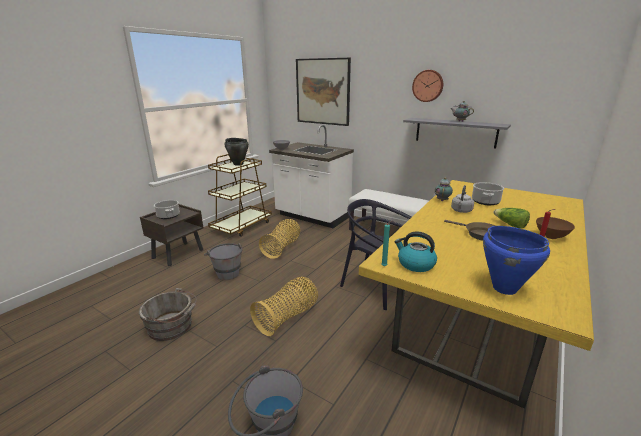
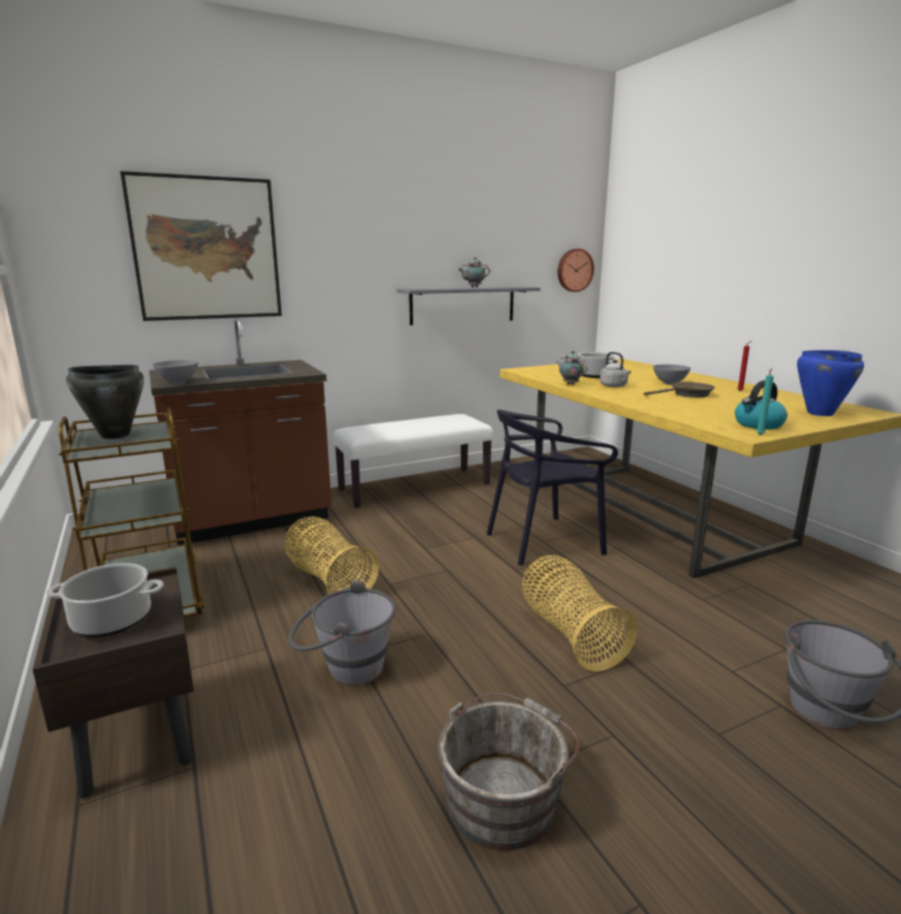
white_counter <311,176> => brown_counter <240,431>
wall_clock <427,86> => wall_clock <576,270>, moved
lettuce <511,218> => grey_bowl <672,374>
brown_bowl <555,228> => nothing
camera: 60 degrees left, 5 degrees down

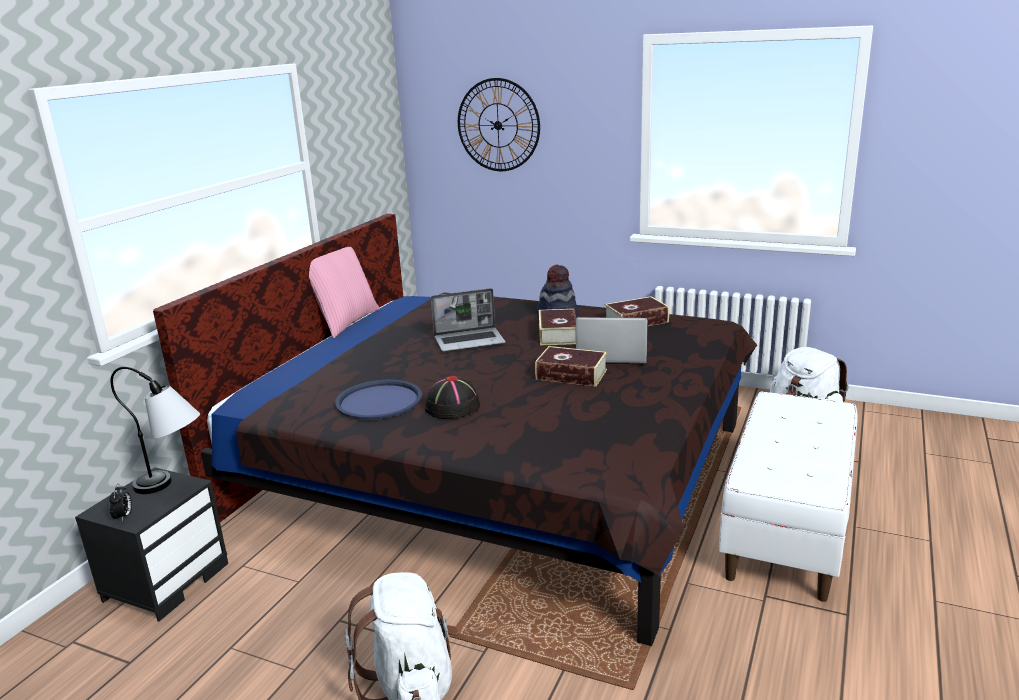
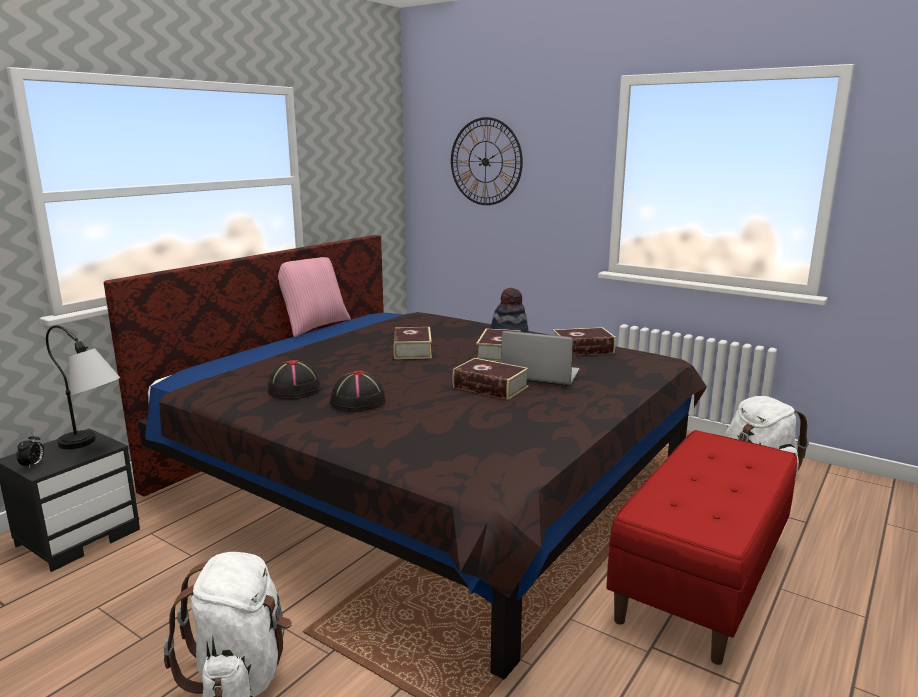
blue_tray <378,400> => black_hat <294,379>
laptop <468,320> => book <412,343>
white_bench <788,496> => red_bench <701,547>
camera: 10 degrees right, 5 degrees down

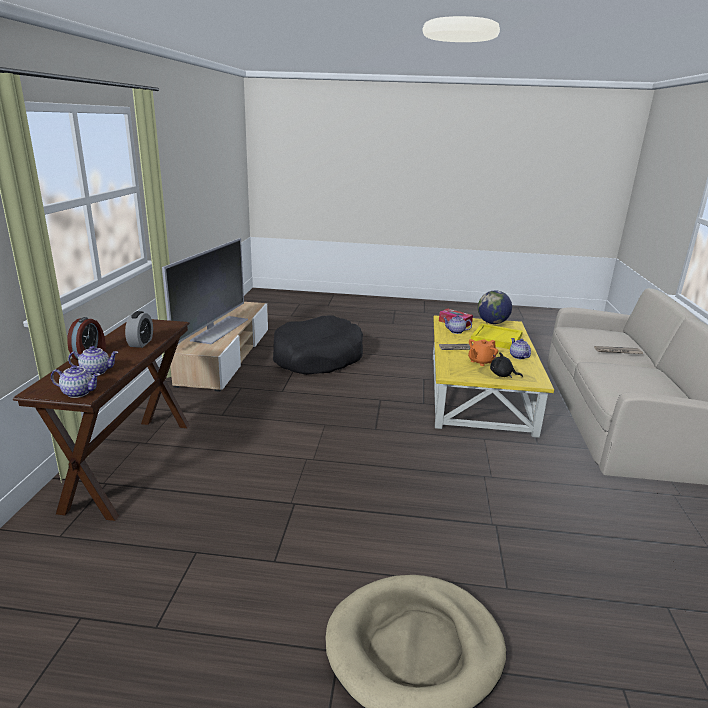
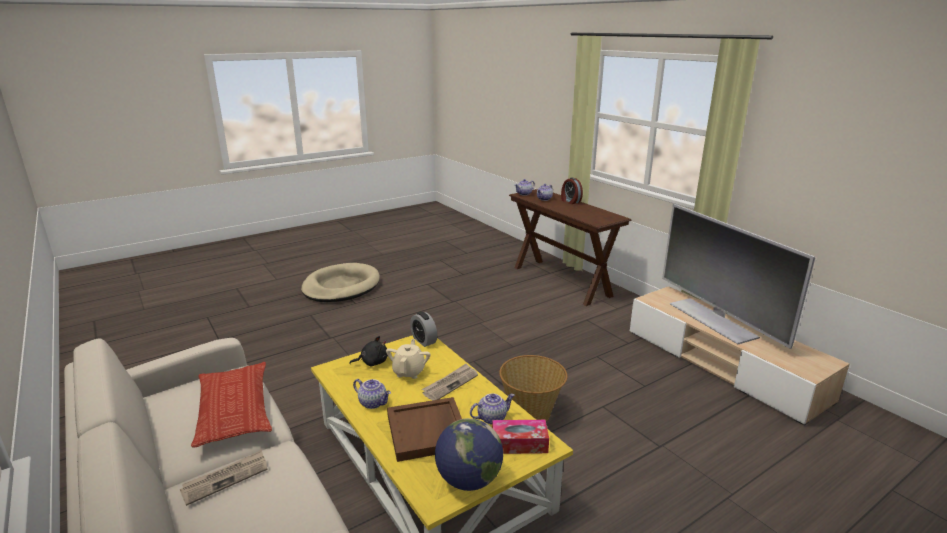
alarm_clock <139,329> => alarm_clock <423,329>, moved
black_dog_bed <318,345> => nothing
orange_teapot <483,352> => beige_teapot <408,359>
yellow_tray <497,336> => brown_tray <424,429>
nothing => pillow <231,404>
nothing => basket <533,388>
camera: 140 degrees right, 0 degrees up

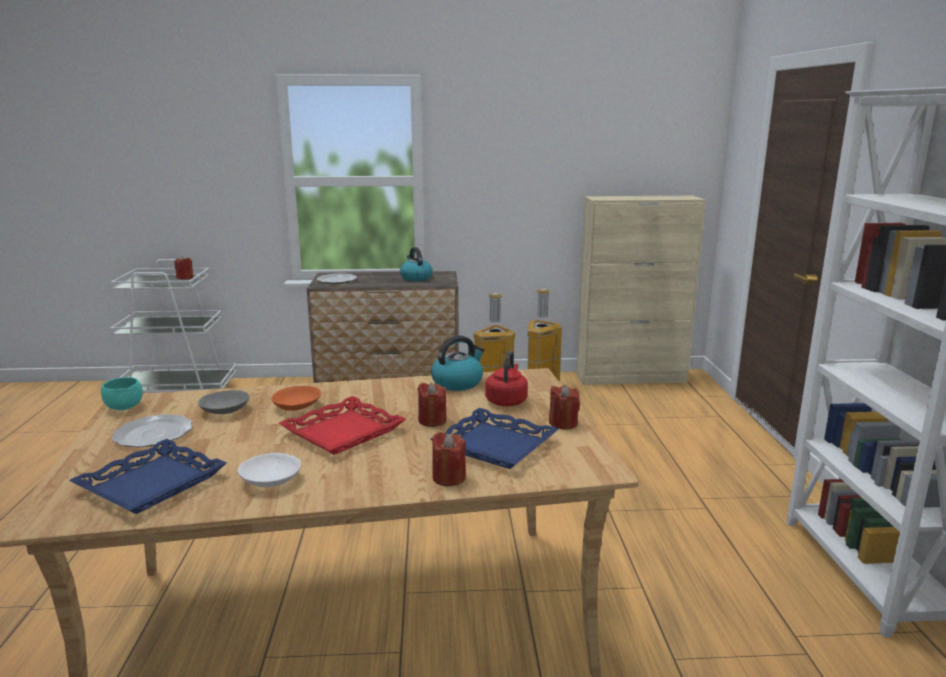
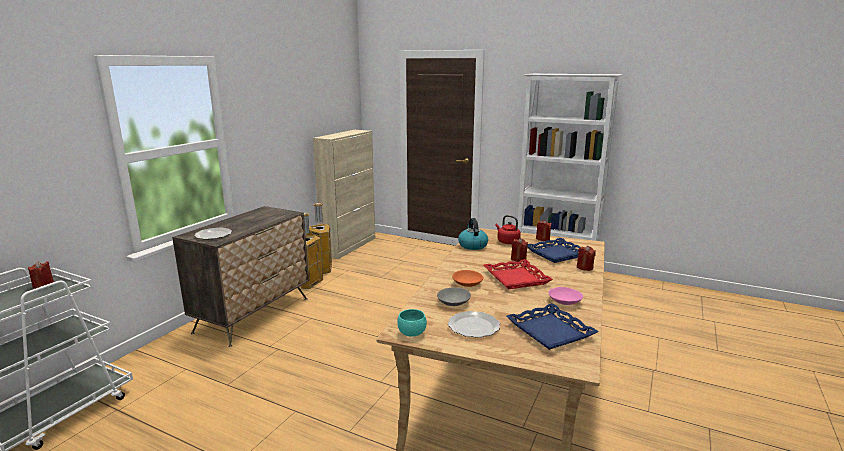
white_bowl <269,470> => pink_bowl <565,296>
kettle <416,264> => nothing
camera: 60 degrees left, 0 degrees up

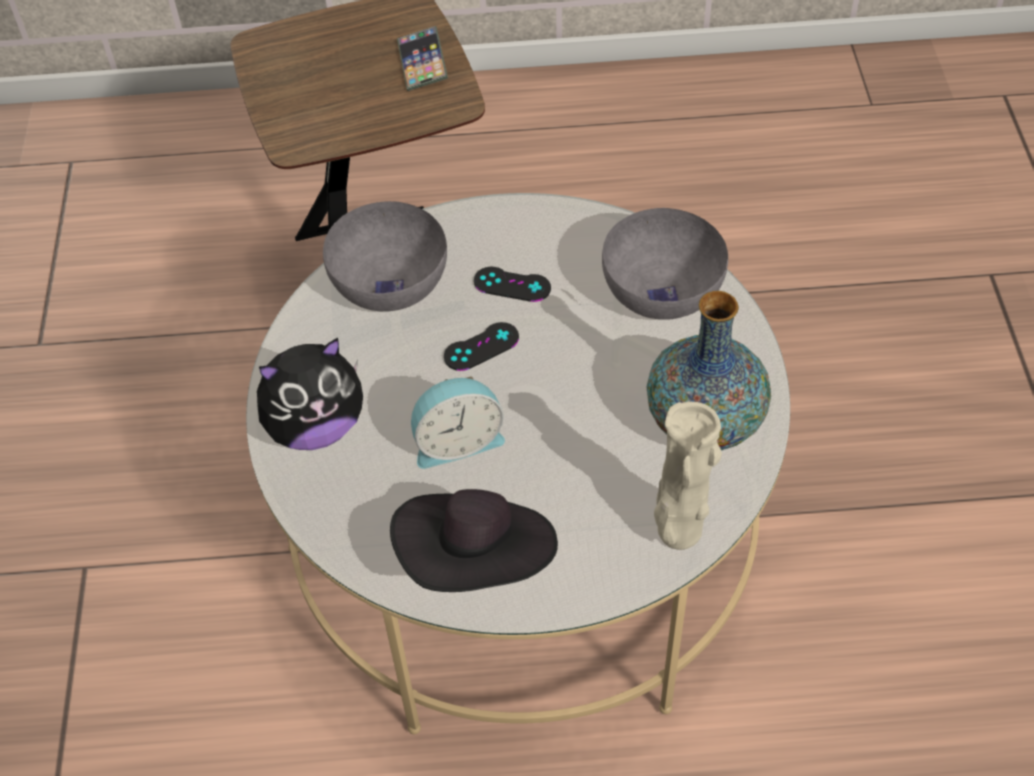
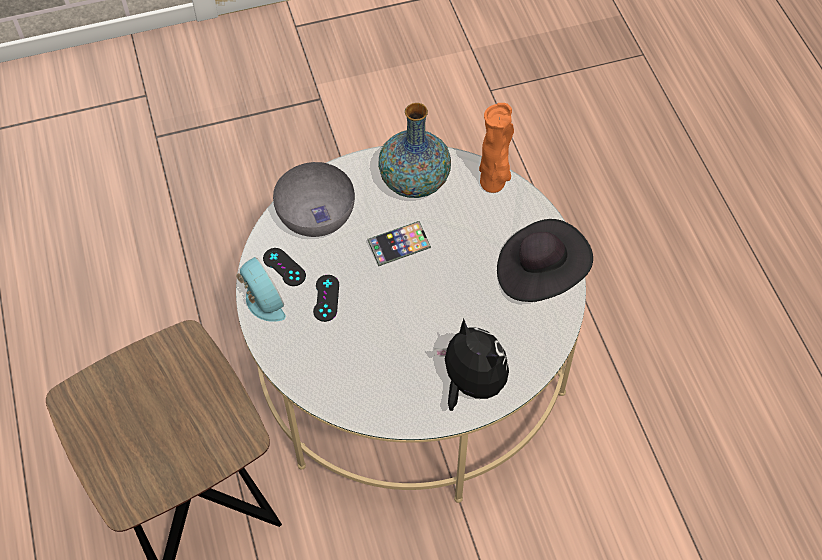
grey_bowl <385,256> => nothing
phone <422,58> => phone <399,243>, moved
alarm_clock <458,422> => alarm_clock <261,289>, moved
black_game_controller <481,346> => black_game_controller <284,267>, moved
beige_vase <688,476> => orange_vase <496,148>
camera: 105 degrees left, 5 degrees up

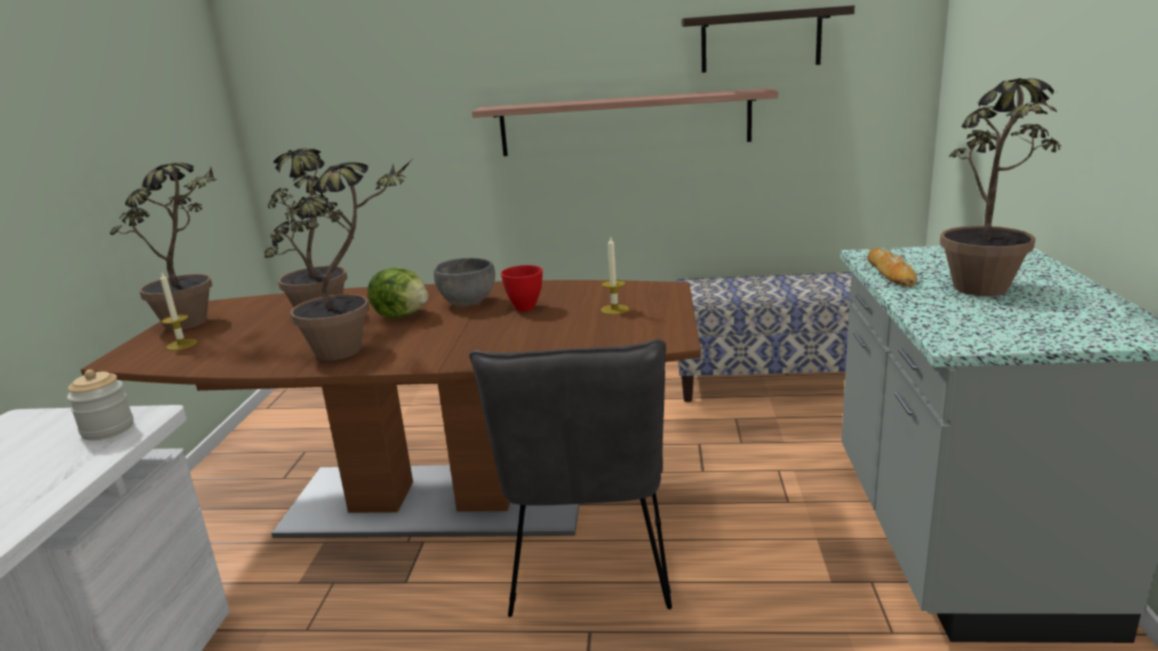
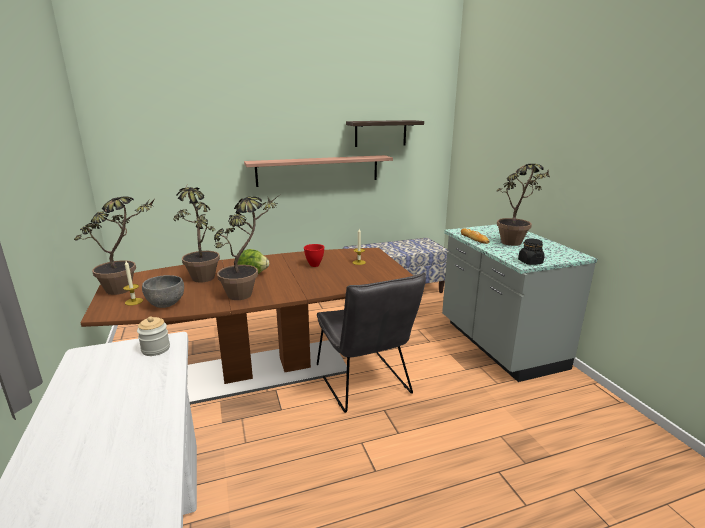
grey_bowl <464,282> => grey_bowl <163,291>, moved
nothing => black_jar <531,252>
camera: 25 degrees left, 0 degrees up

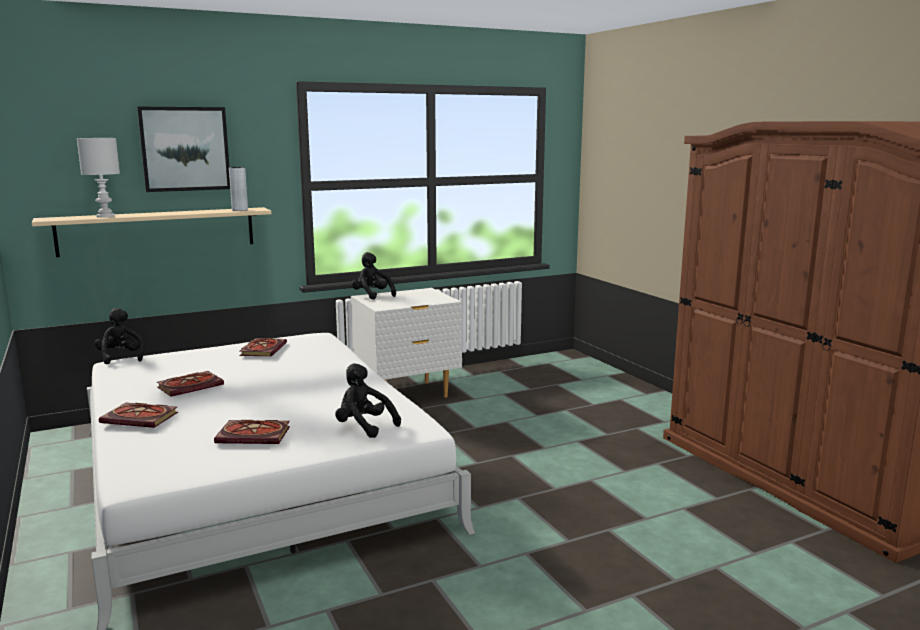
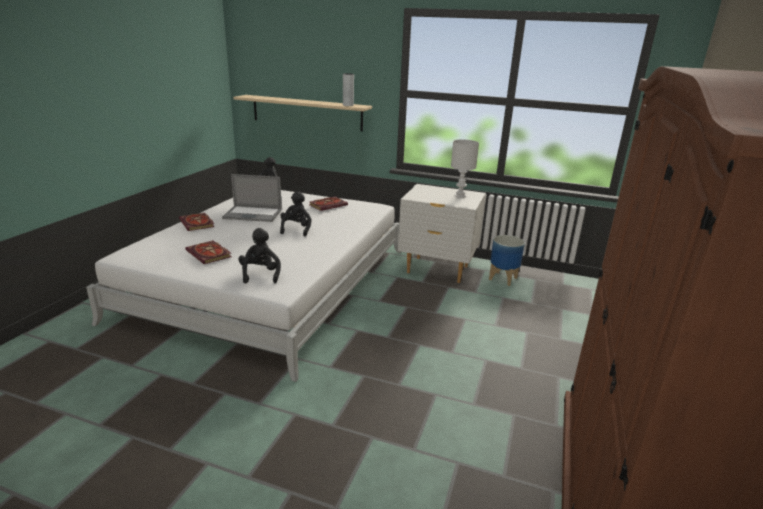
white_table_lamp <98,178> => white_table_lamp <465,168>, moved
picture <183,149> => nothing
book <190,384> => laptop <252,198>
black_plush_toy <374,276> => black_plush_toy <296,213>, moved
nothing => planter <507,260>
camera: 45 degrees right, 10 degrees up

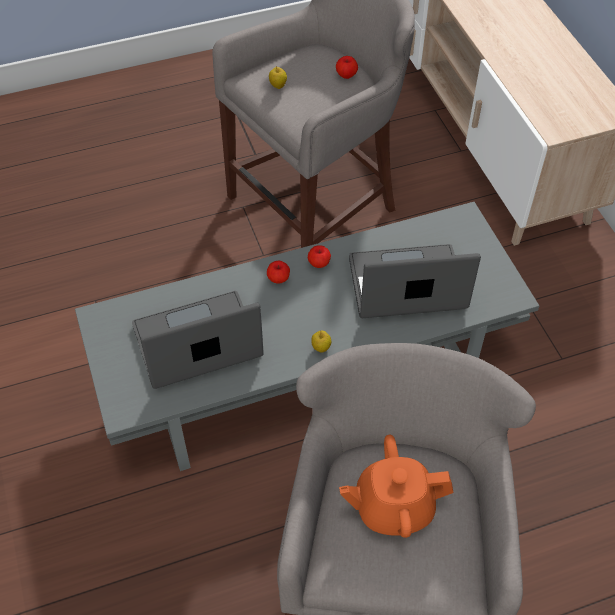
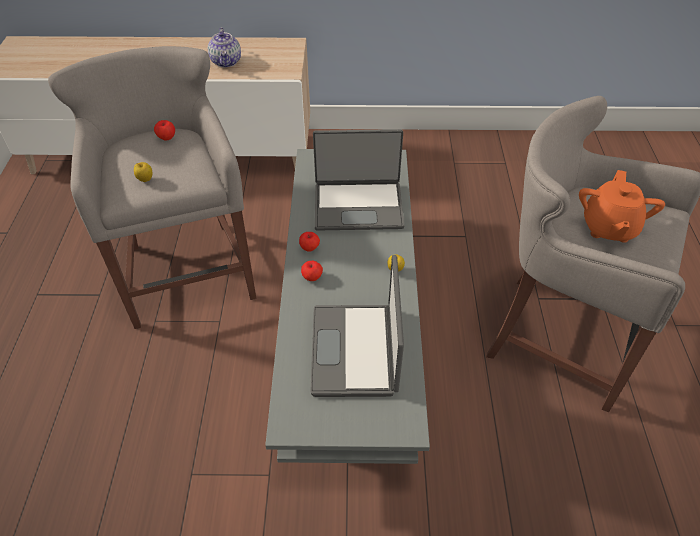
laptop <415,281> => laptop <358,180>, 105 degrees counterclockwise
nothing => teapot <224,47>
camera: 70 degrees left, 5 degrees down

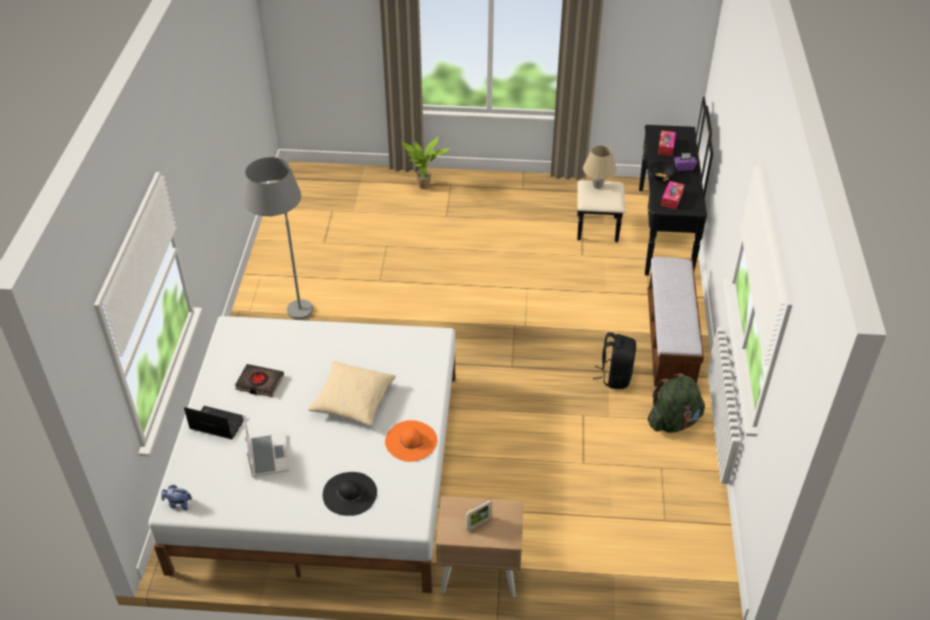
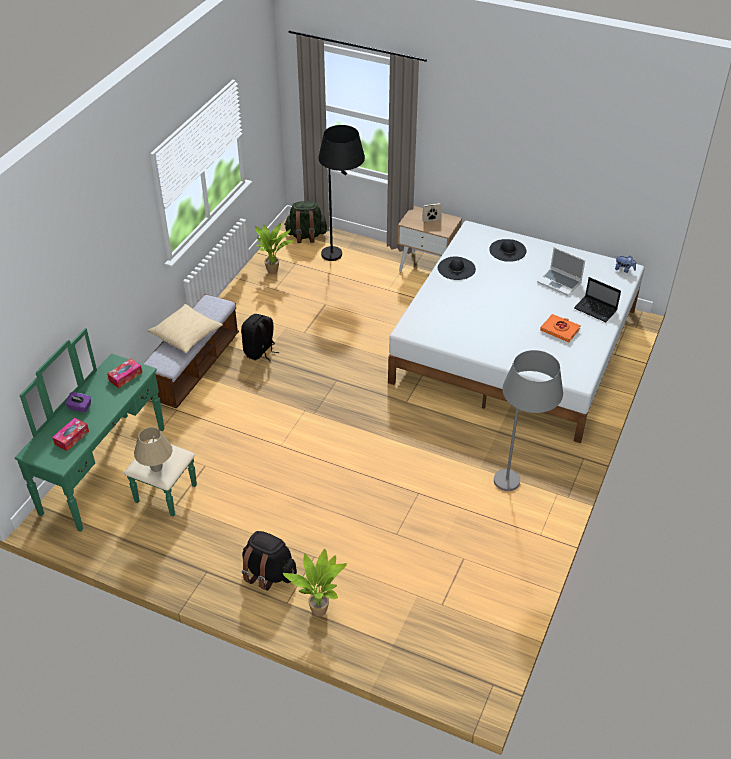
black_book <259,380> => orange_book <560,328>
laptop <266,446> => laptop <561,271>, 60 degrees counterclockwise
beige_pillow <352,393> => beige_pillow <185,328>, moved
orange_hat <411,441> => black_hat <457,268>
black_dresser <645,186> => green_dresser <106,430>
green_backpack <676,403> => green_backpack <305,222>, moved
black_bowl <662,171> => nothing
nothing => black_backpack <269,561>
nothing => potted_plant <274,248>
nothing => black_floor_lamp <341,193>
camera: 160 degrees left, 0 degrees up

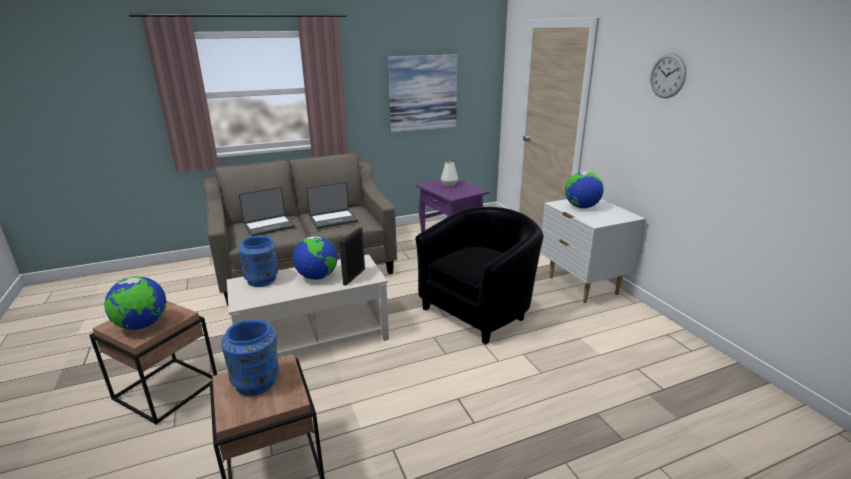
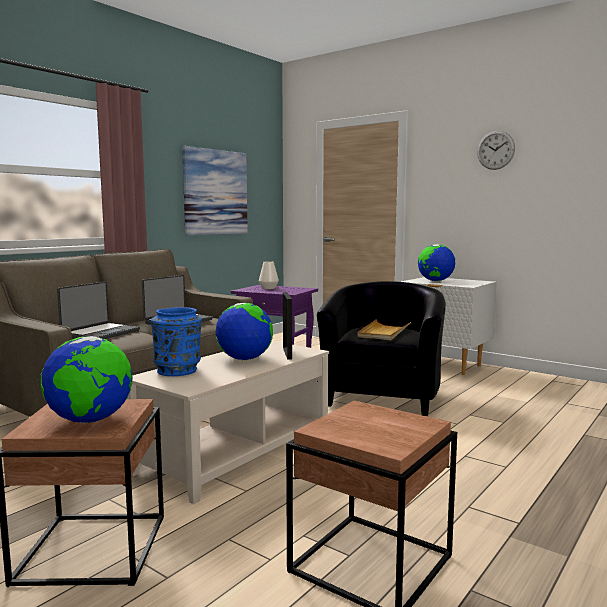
blue_vase <250,357> => nothing
nothing => beige_tray <384,330>
camera: 30 degrees left, 15 degrees down

